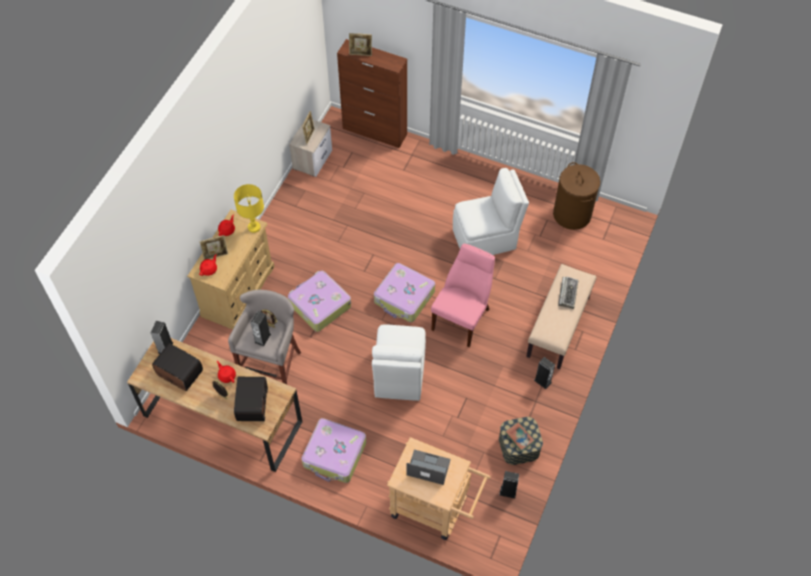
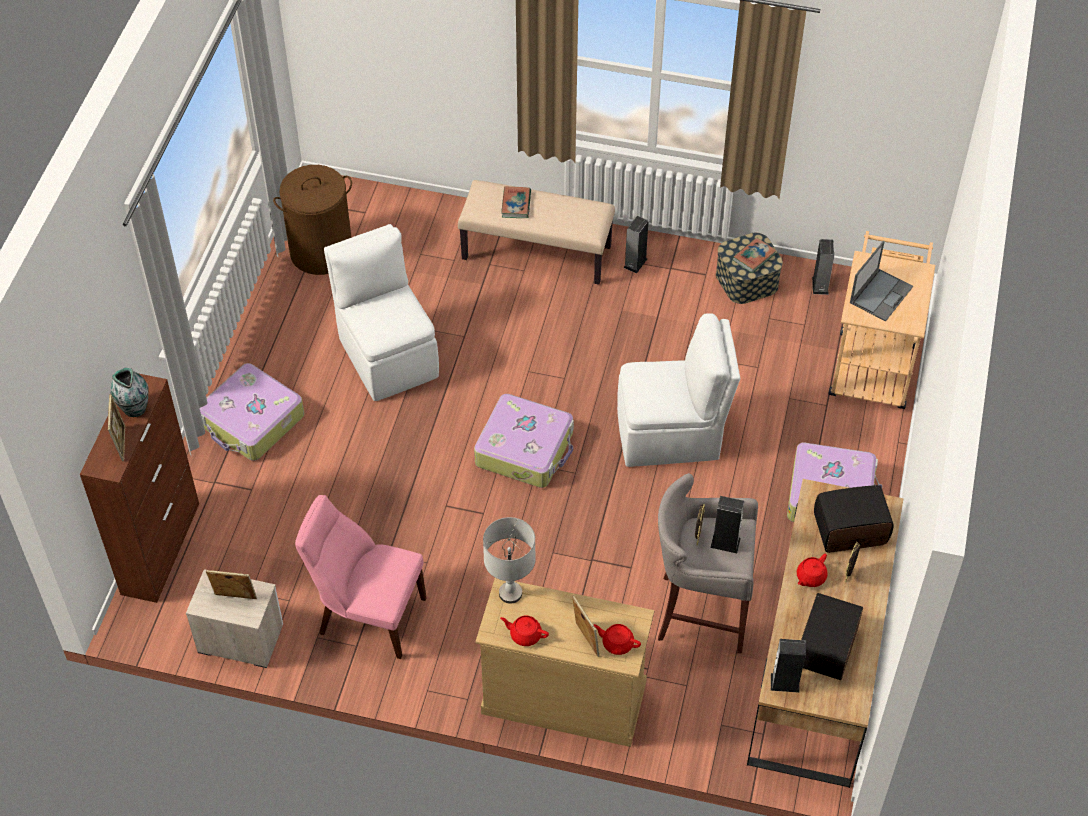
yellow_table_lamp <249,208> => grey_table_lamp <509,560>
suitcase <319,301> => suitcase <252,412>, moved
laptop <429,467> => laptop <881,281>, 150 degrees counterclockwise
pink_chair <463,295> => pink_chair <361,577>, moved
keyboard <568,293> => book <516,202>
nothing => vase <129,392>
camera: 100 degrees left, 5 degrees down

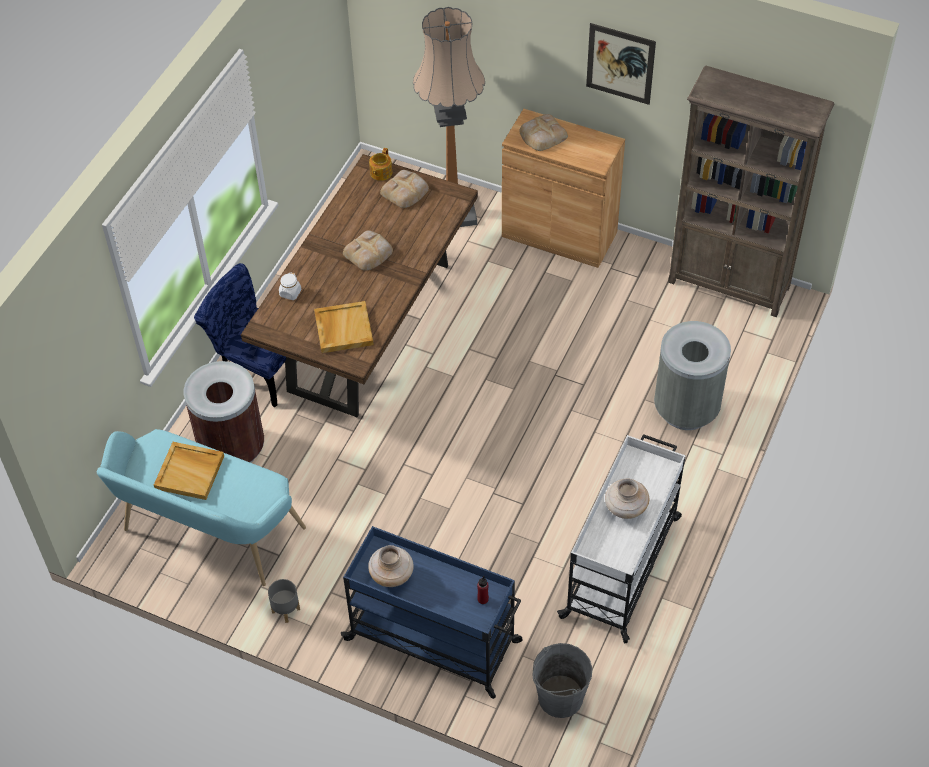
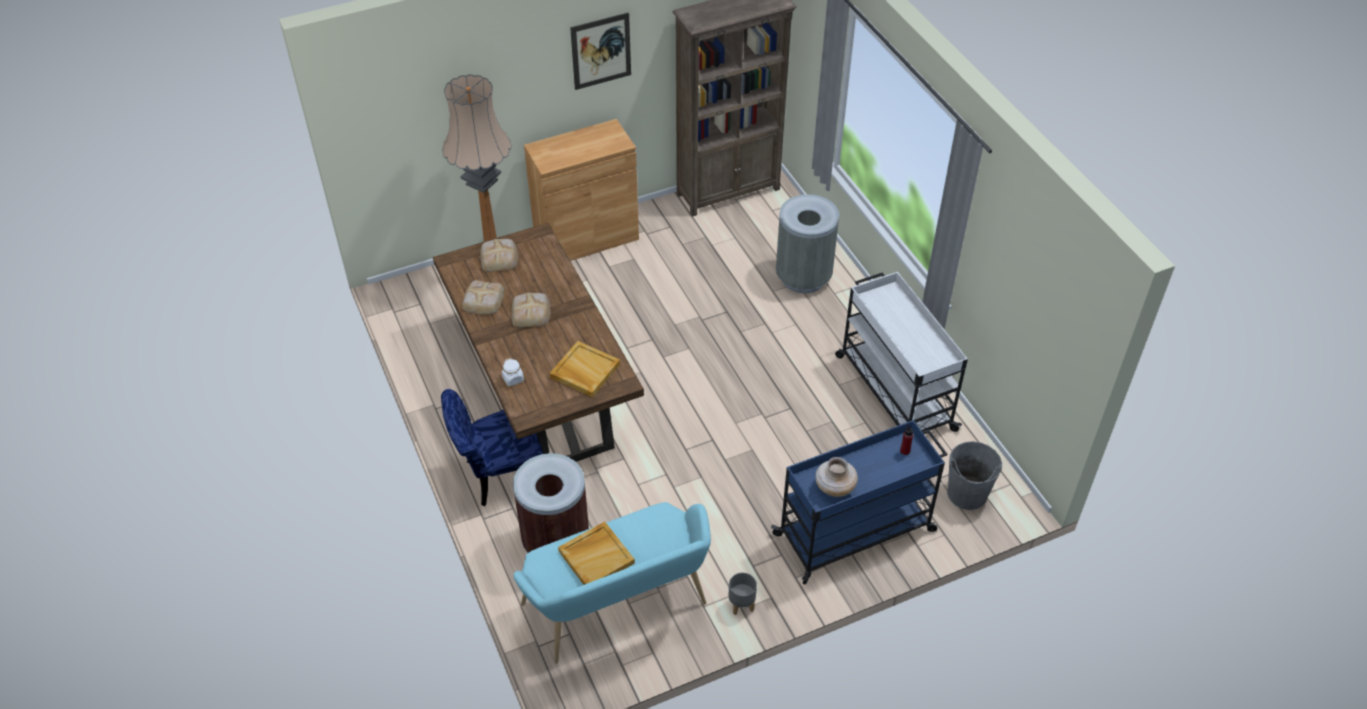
teapot <380,164> => nothing
bread <543,132> => bread <483,297>, moved
beige_vase <627,498> => nothing
camera: 50 degrees left, 5 degrees down

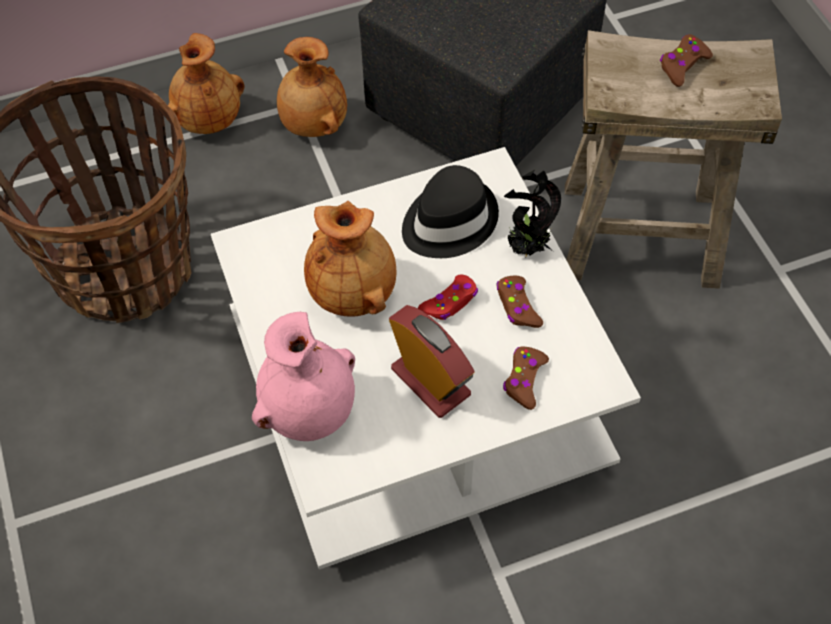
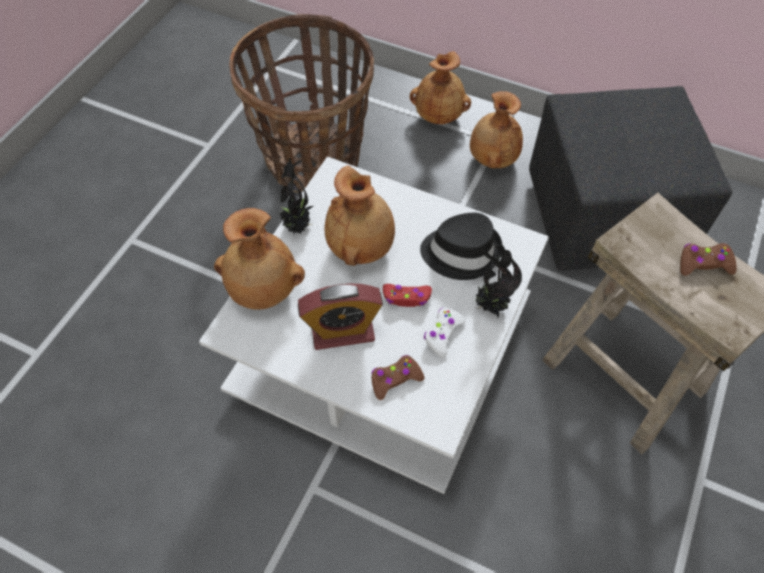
pink_vase <303,376> => brown_vase <259,259>
alarm_clock <431,361> => alarm_clock <340,316>, 75 degrees clockwise
brown_game_controller <520,301> => white_game_controller <445,333>
nothing => potted_plant <296,196>
camera: 45 degrees right, 0 degrees up

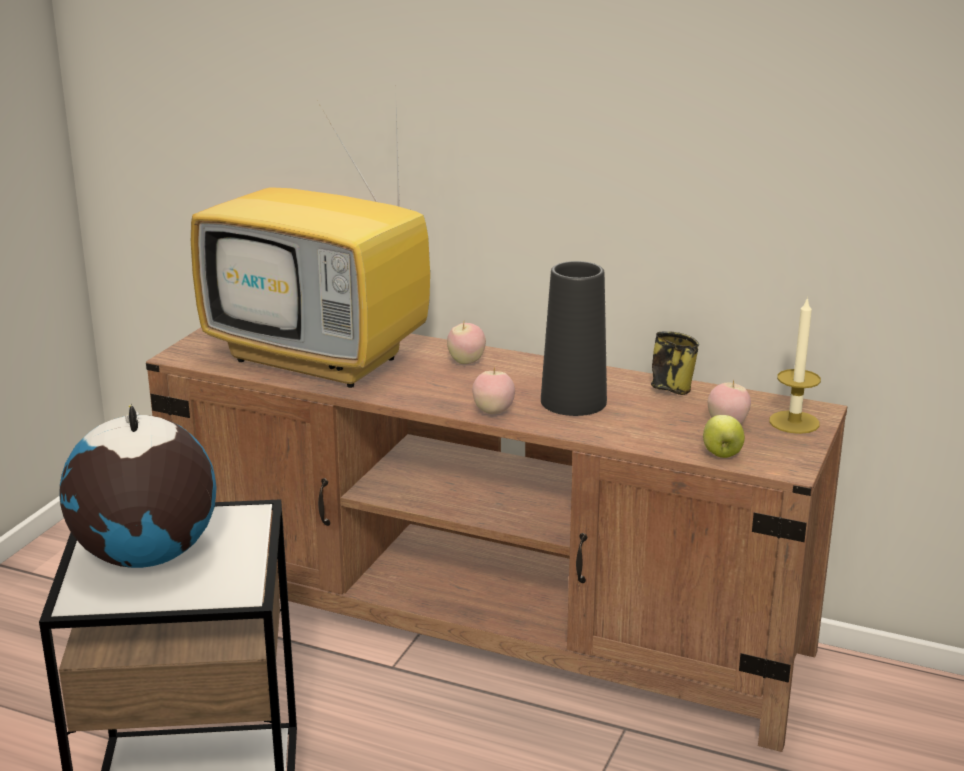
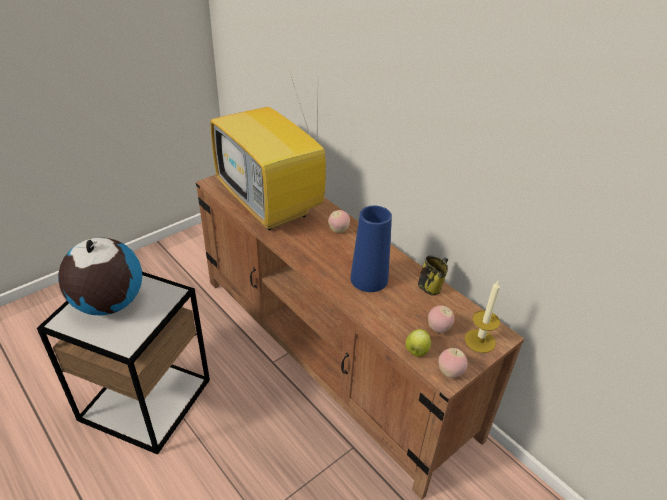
apple <493,390> => apple <453,363>, moved
black_vase <574,338> => blue_vase <371,249>
camera: 25 degrees right, 15 degrees up

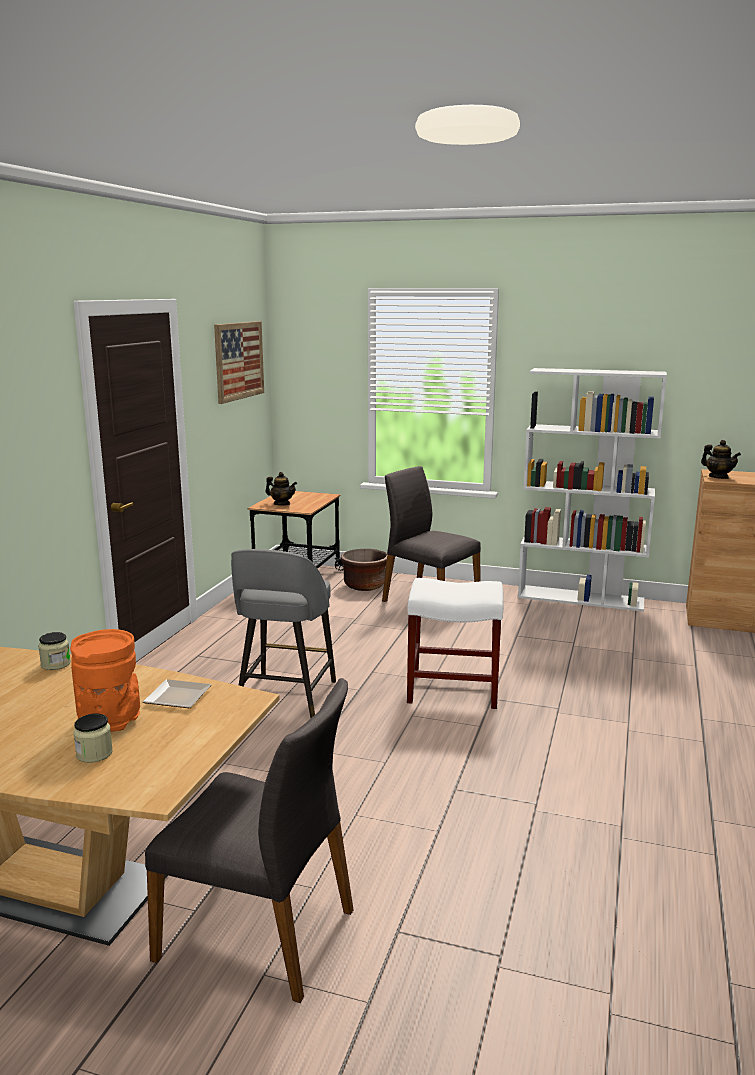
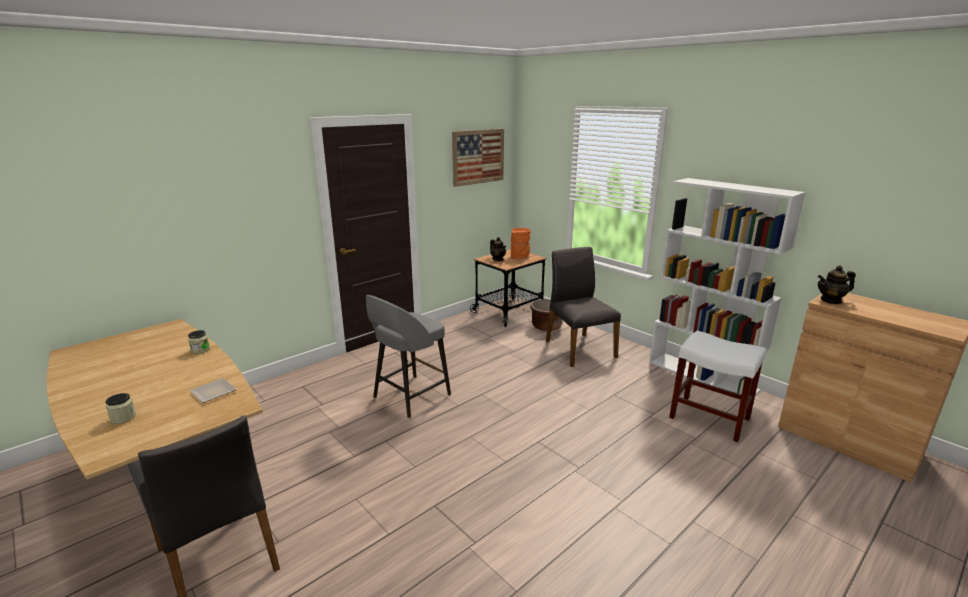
orange_vase <105,680> => orange_vase <520,243>, moved
white_stool <455,643> => white_stool <717,386>, moved
teapot <721,459> => teapot <837,284>, 90 degrees clockwise
camera: 30 degrees right, 5 degrees up

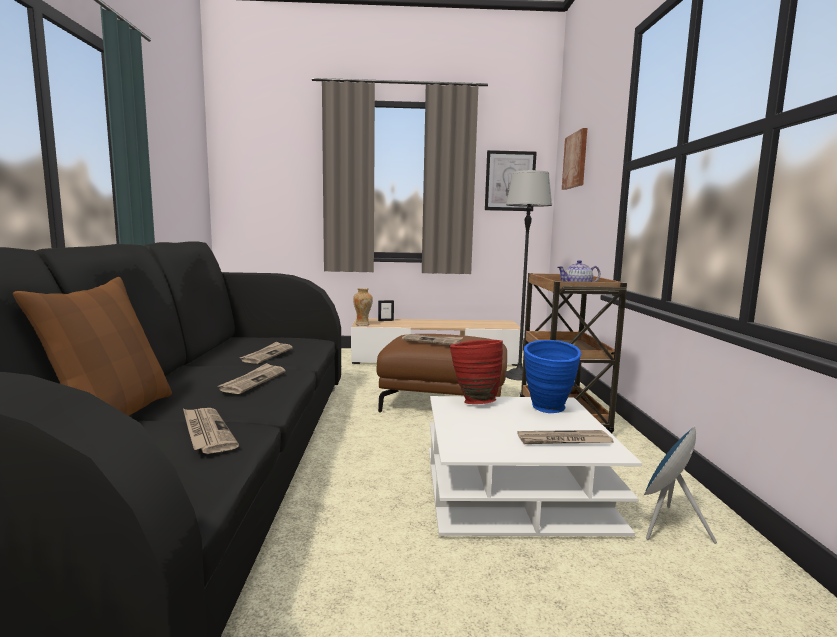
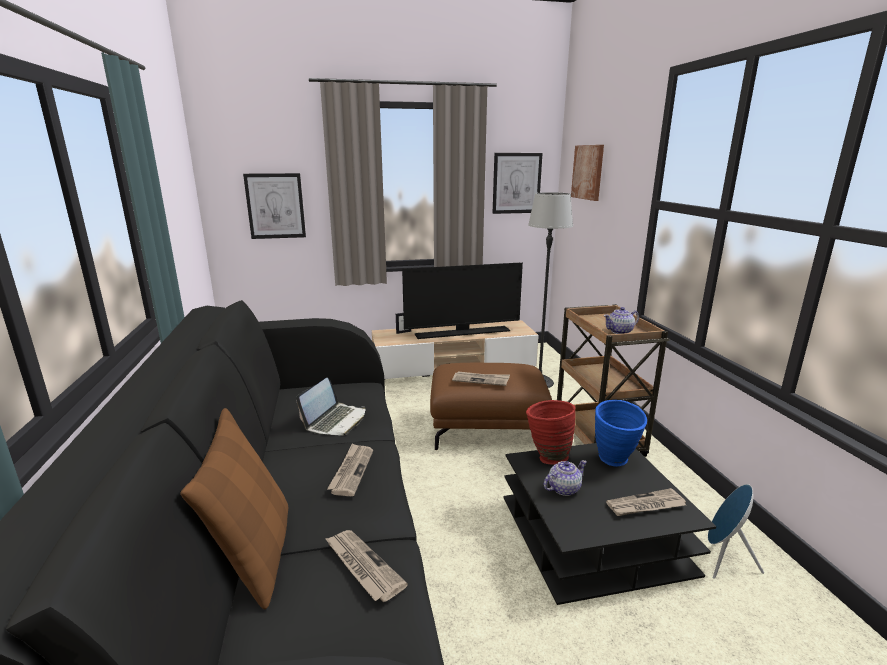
newspaper <266,352> => laptop <331,407>
vase <363,307> => nothing
white_coffee_table <535,466> => black_coffee_table <610,524>
nothing => picture <274,206>
nothing => television <462,301>
nothing => teapot <565,478>
camera: 10 degrees left, 10 degrees up

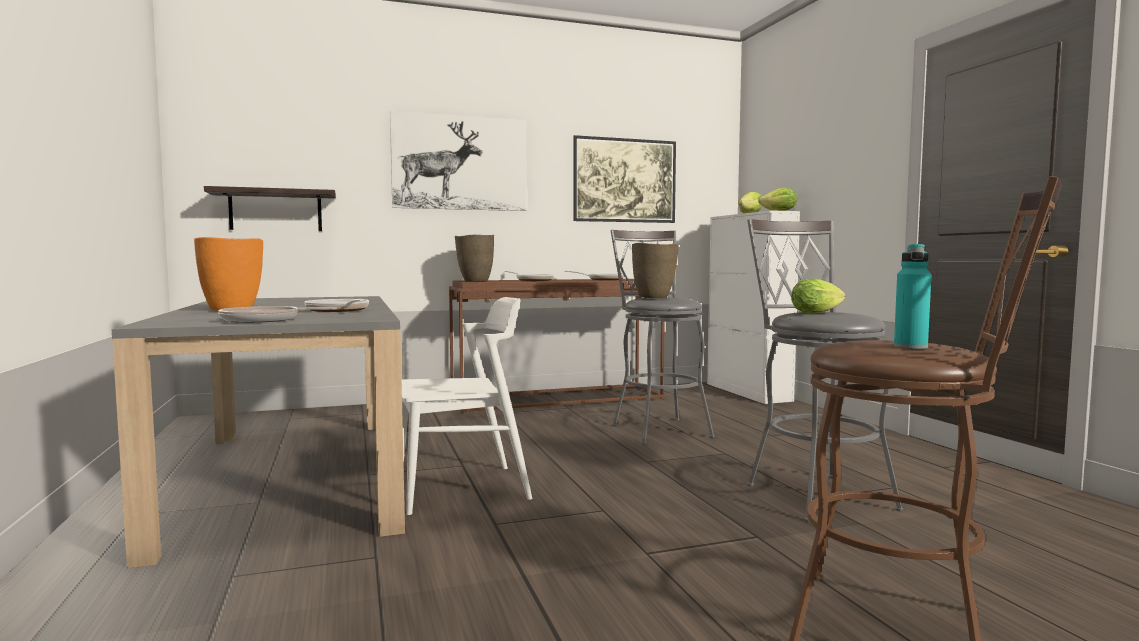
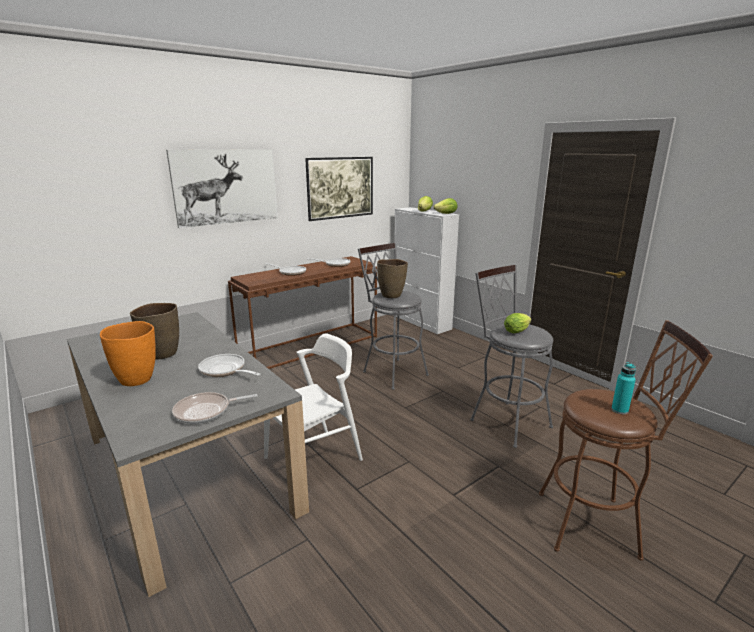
shelf <270,208> => nothing
brown_vase <474,258> => brown_vase <154,331>, moved
camera: 20 degrees left, 15 degrees up

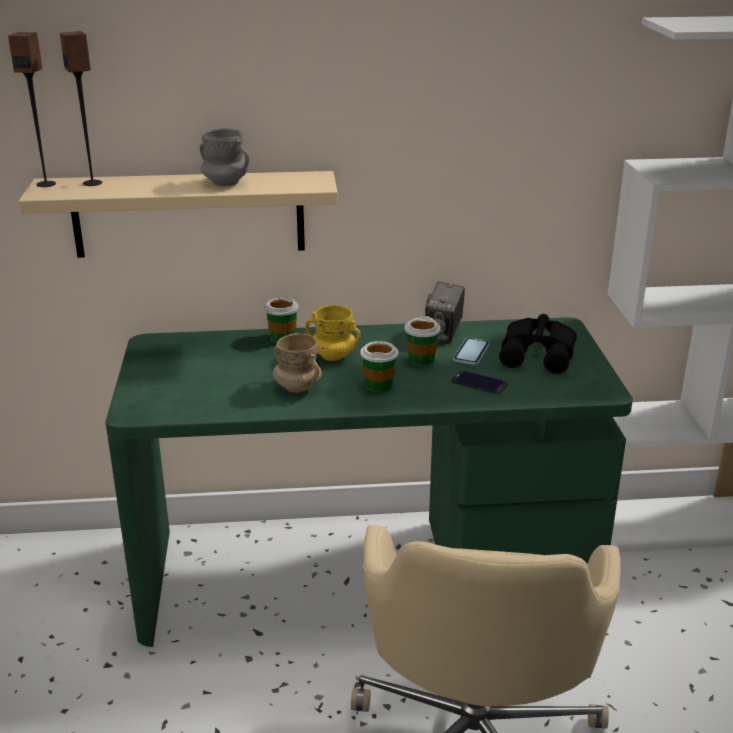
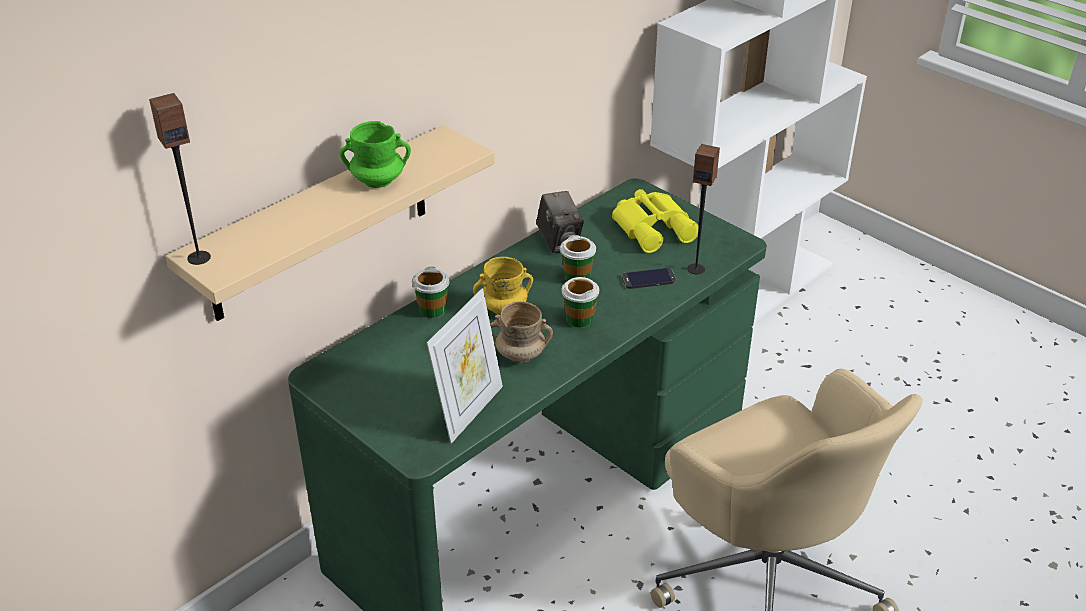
speaker <81,108> => speaker <703,209>, moved
grey_mug <225,157> => green_mug <375,154>
phone <471,351> => nothing
black_binoculars <538,344> => yellow_binoculars <655,221>
nothing => picture_frame <465,366>
camera: 40 degrees left, 10 degrees up

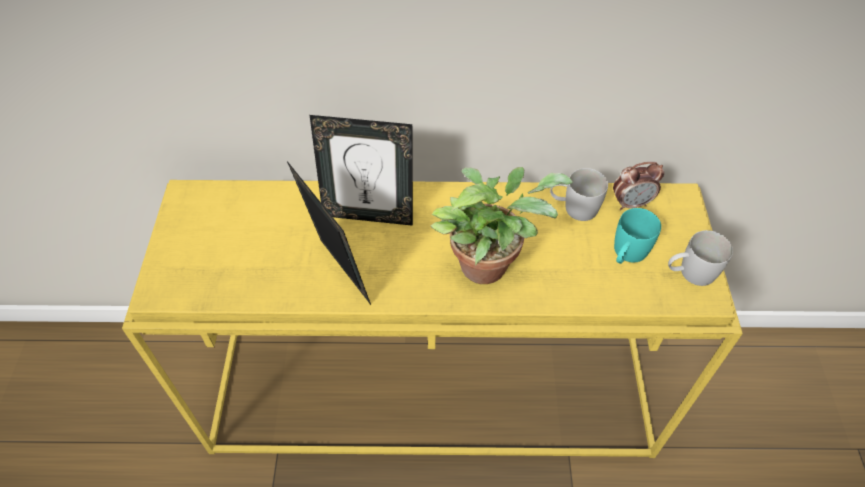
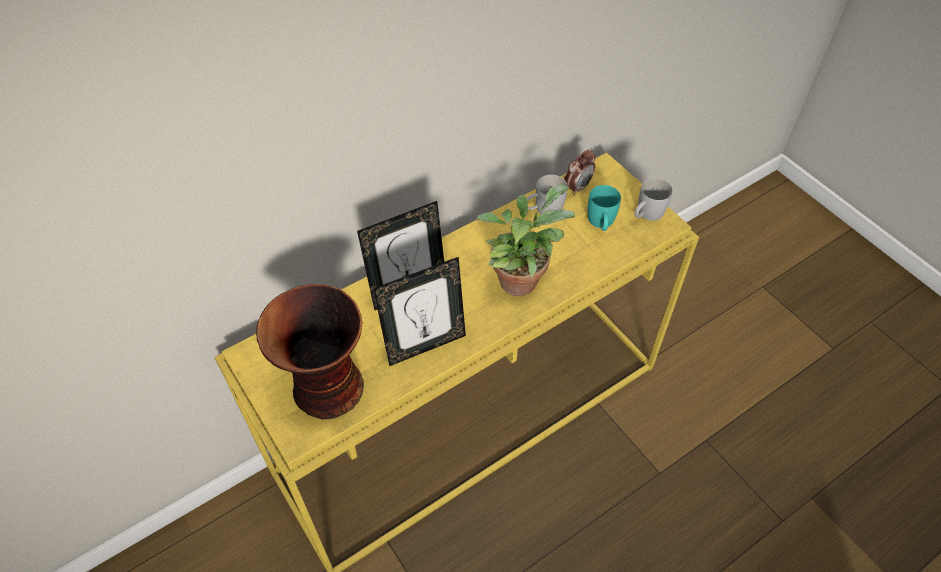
picture_frame <329,233> => picture_frame <419,311>, 135 degrees clockwise
nothing => vase <310,351>
camera: 35 degrees left, 0 degrees up

